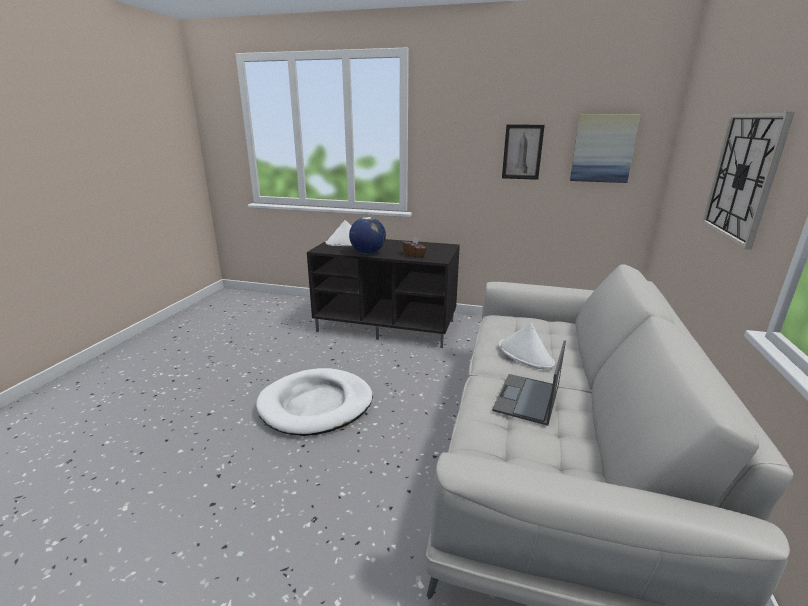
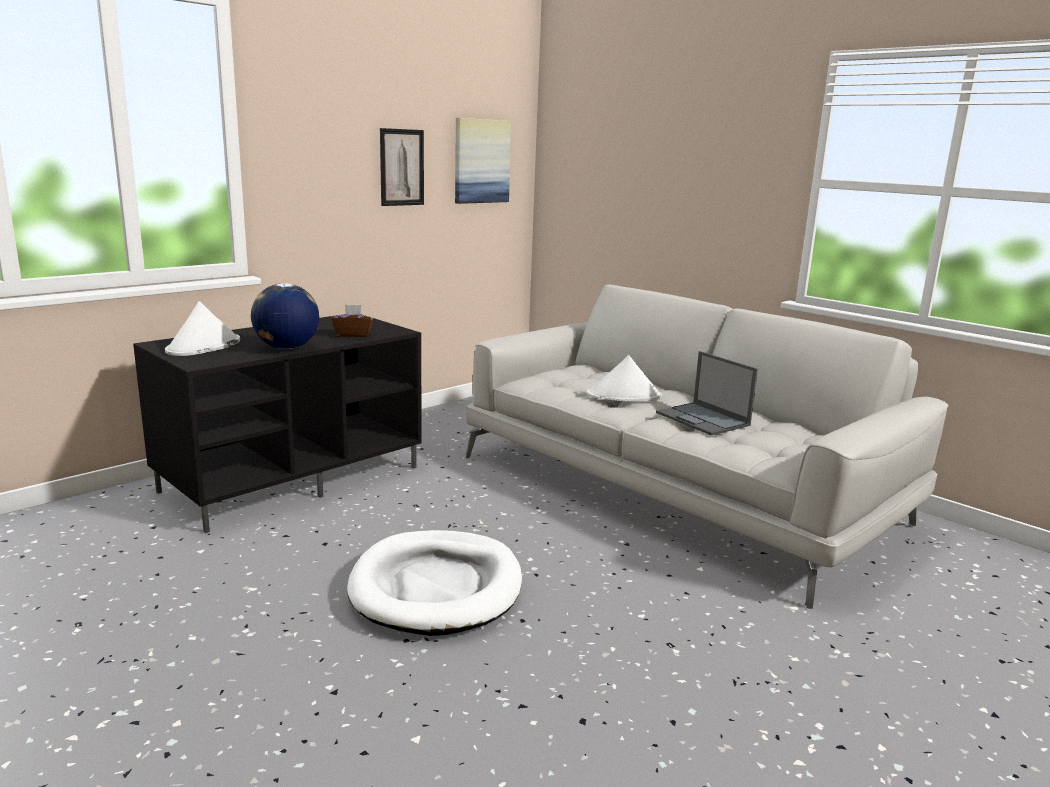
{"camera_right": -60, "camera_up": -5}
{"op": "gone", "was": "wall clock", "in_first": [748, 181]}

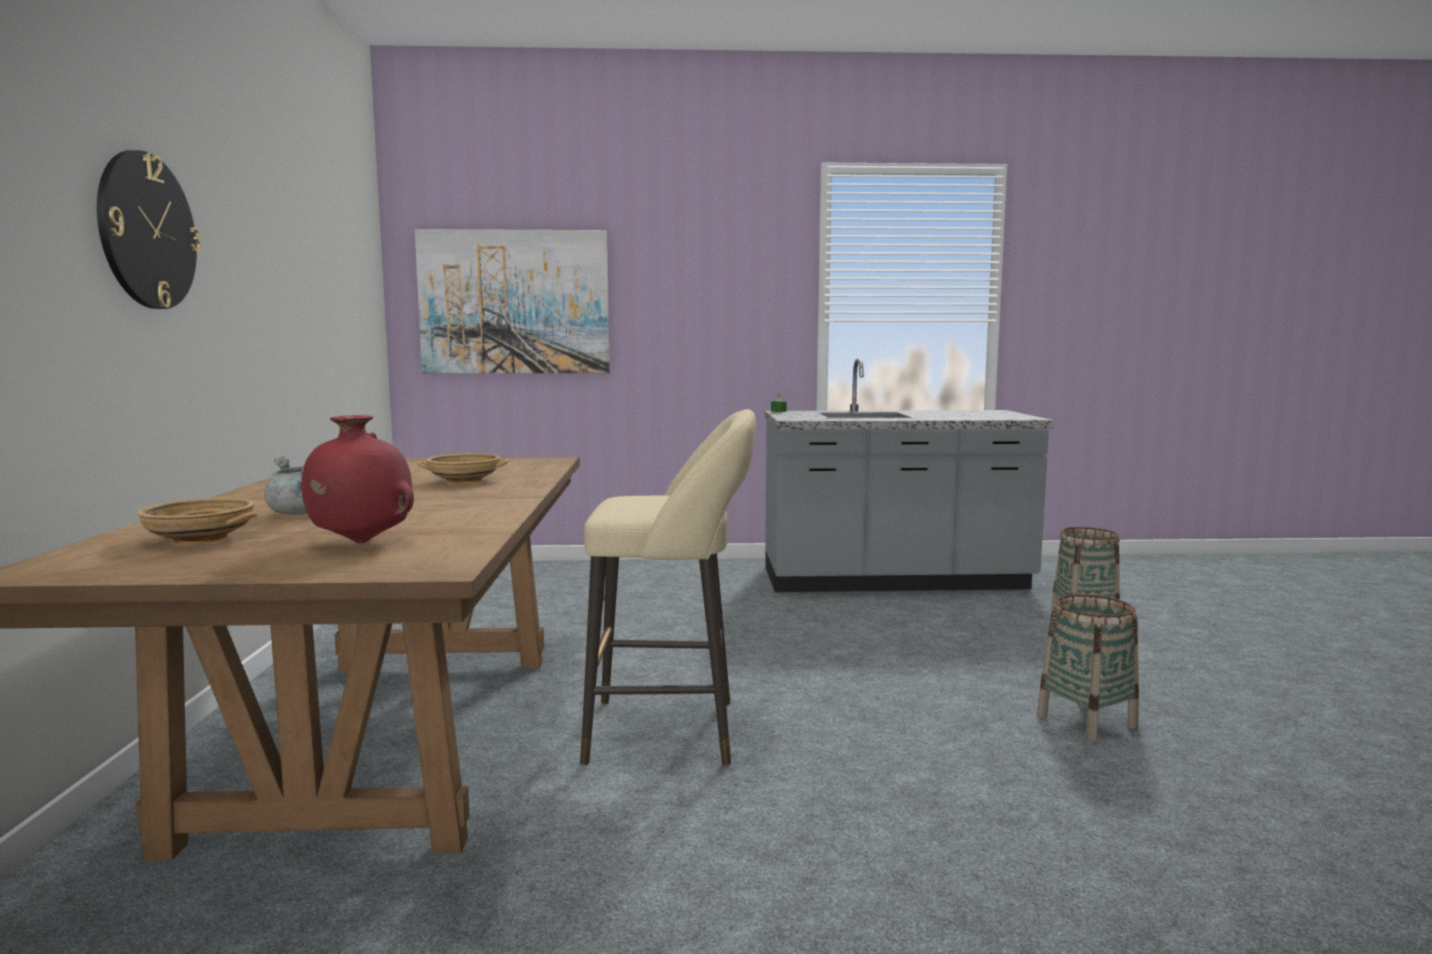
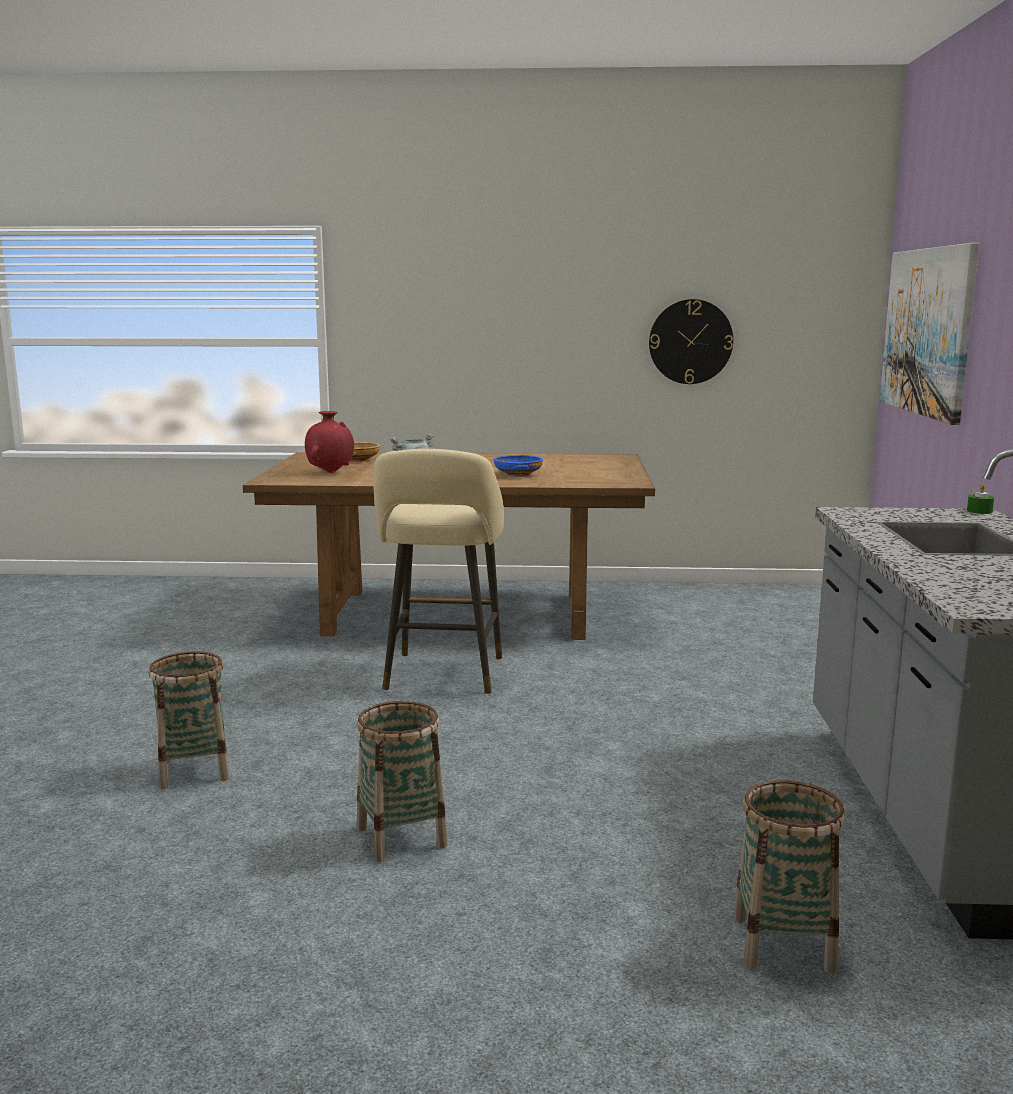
{"camera_right": 95, "camera_up": 5}
{"op": "shifted", "was": "wall clock", "in_first": [149, 229], "in_second": [691, 341]}
{"op": "repainted", "was": "bowl (beige)", "now": "bowl (blue)", "in_first": [463, 468], "in_second": [518, 466]}
{"op": "new", "now": "basket", "in_second": [188, 720]}

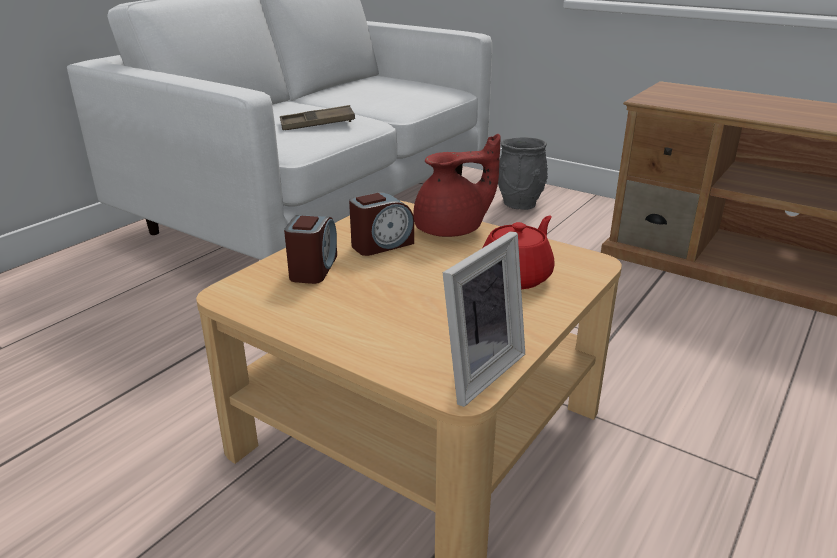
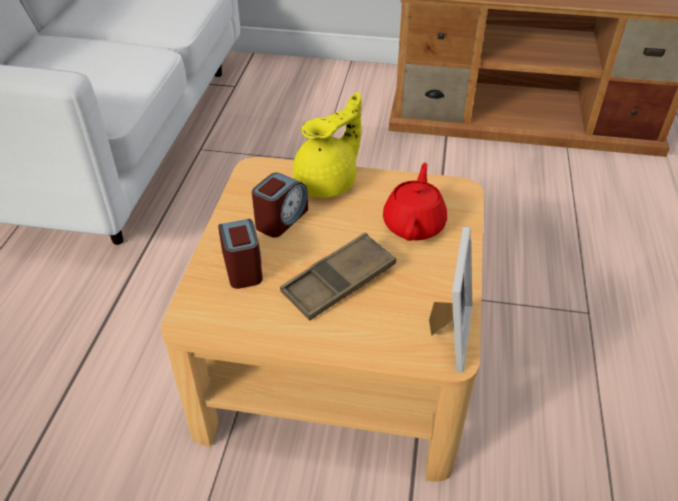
{"camera_right": -25, "camera_up": 15}
{"op": "shifted", "was": "tray (brown)", "in_first": [317, 117], "in_second": [338, 276]}
{"op": "repainted", "was": "teapot (red)", "now": "teapot (yellow)", "in_first": [457, 185], "in_second": [327, 145]}
{"op": "gone", "was": "vase (grey)", "in_first": [523, 173]}

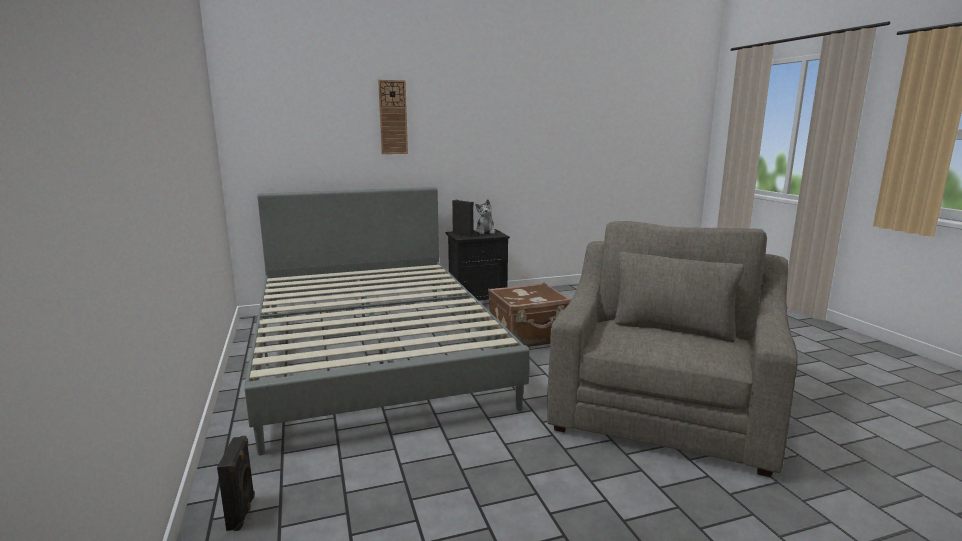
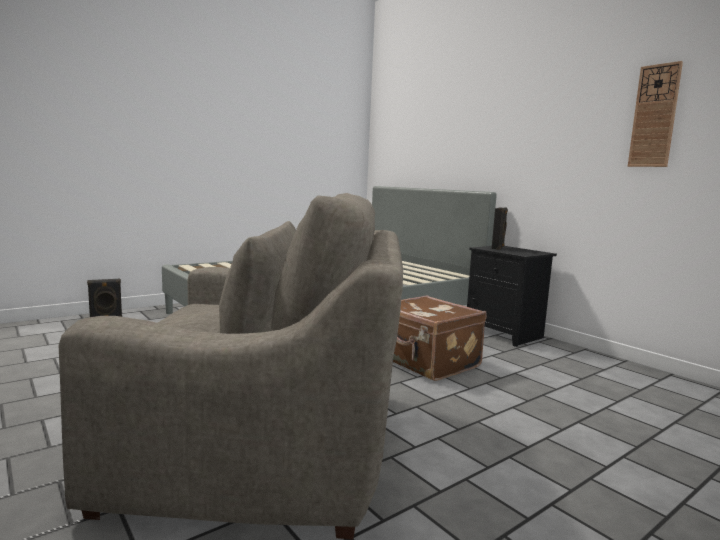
{"camera_right": 70, "camera_up": -5}
{"op": "shifted", "was": "wall clock", "in_first": [393, 117], "in_second": [655, 114]}
{"op": "gone", "was": "plush toy", "in_first": [485, 216]}

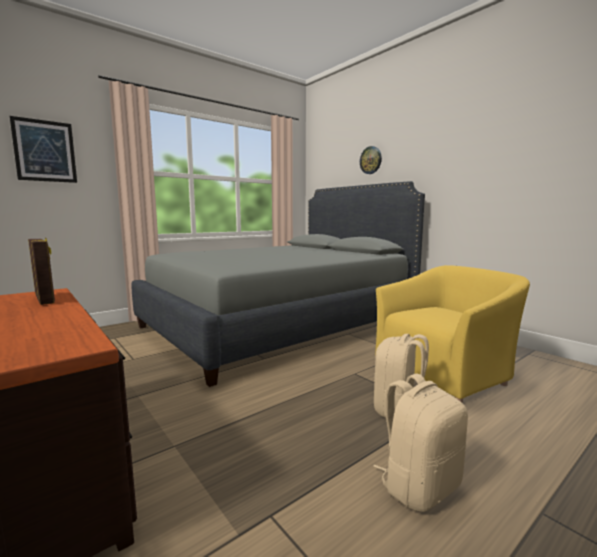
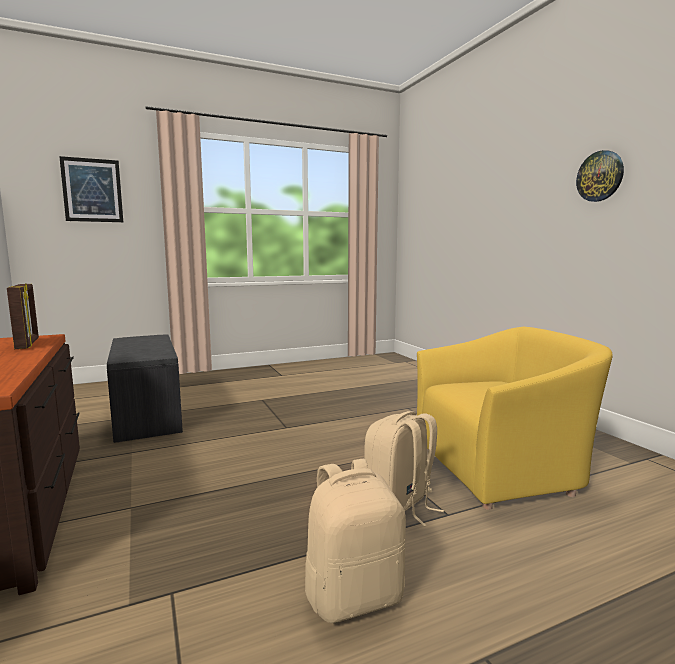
{"camera_right": 15, "camera_up": 0}
{"op": "shifted", "was": "wall clock", "in_first": [371, 160], "in_second": [600, 176]}
{"op": "gone", "was": "bed (grey)", "in_first": [278, 284]}
{"op": "new", "now": "bench (grey)", "in_second": [145, 388]}

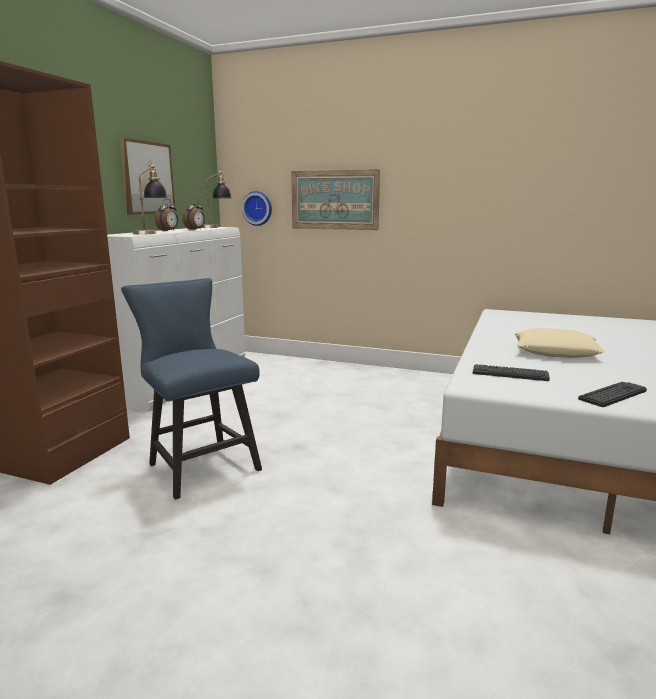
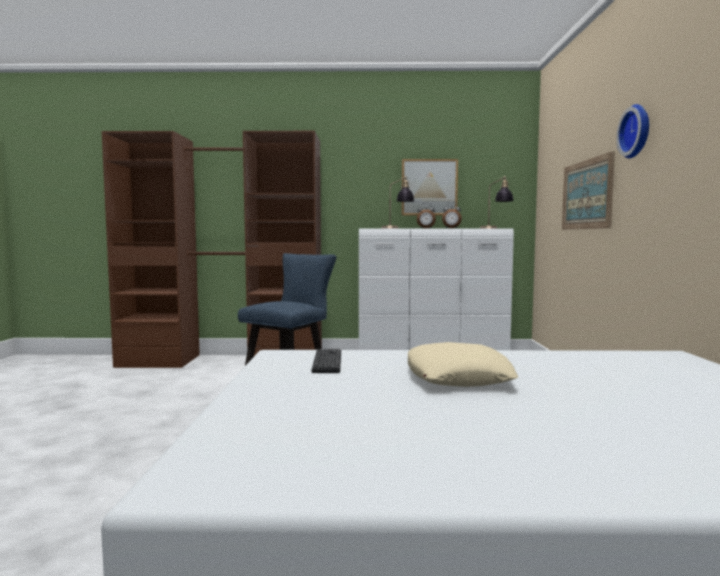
{"camera_right": 70, "camera_up": -10}
{"op": "shifted", "was": "wall clock", "in_first": [257, 208], "in_second": [632, 131]}
{"op": "gone", "was": "keyboard", "in_first": [612, 394]}

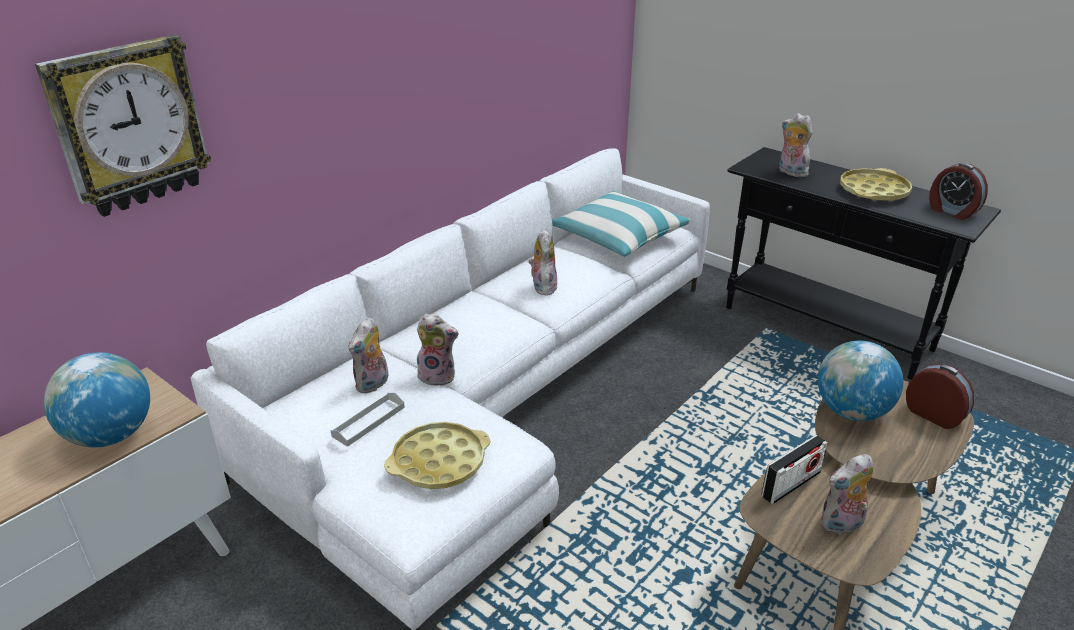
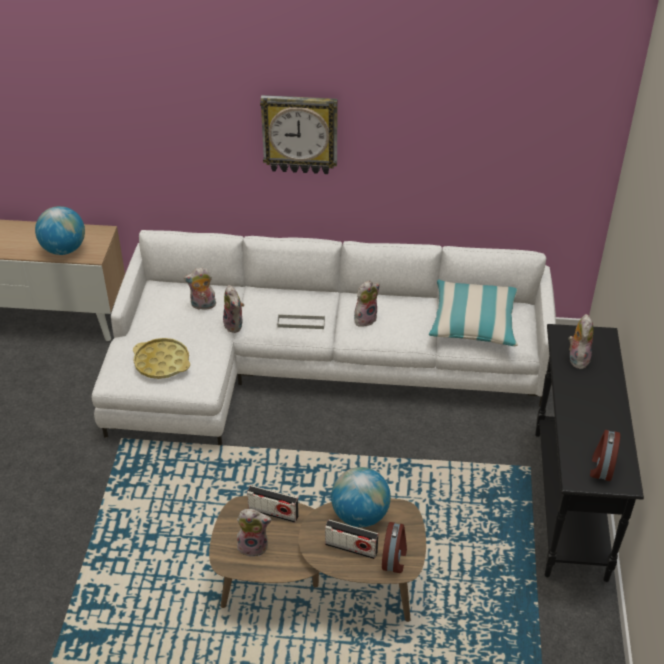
{"camera_right": 55, "camera_up": 10}
{"op": "shifted", "was": "wall clock", "in_first": [123, 125], "in_second": [298, 134]}
{"op": "gone", "was": "tray (yellow)", "in_first": [876, 184]}
{"op": "shifted", "was": "tray (grey)", "in_first": [367, 420], "in_second": [301, 322]}
{"op": "rotated", "was": "plush toy", "in_first": [846, 494], "in_second": [254, 533], "clockwise": 150}
{"op": "new", "now": "radio", "in_second": [351, 539]}

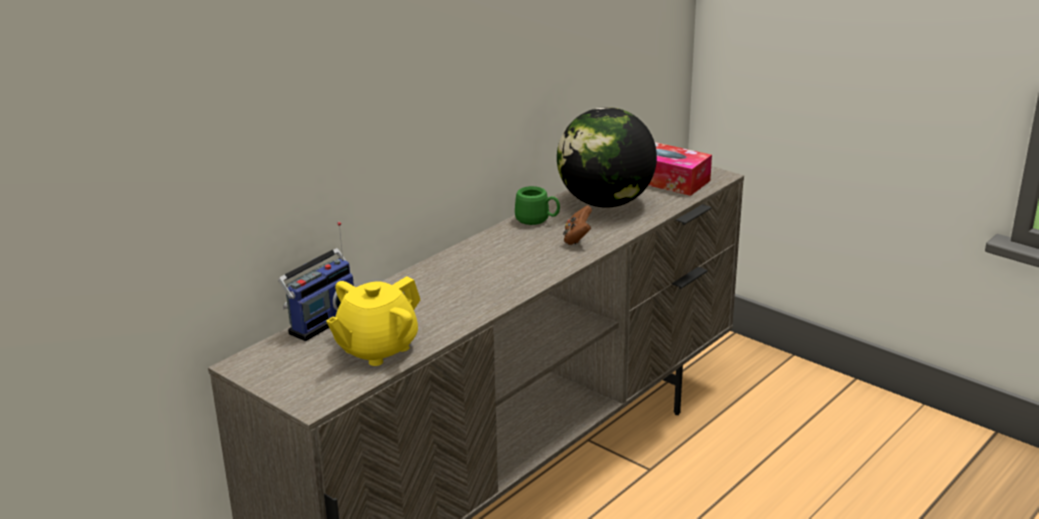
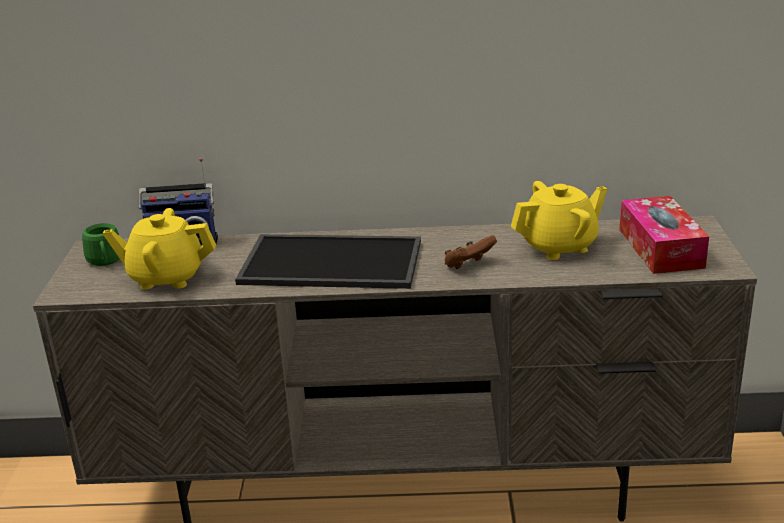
{"camera_right": 50, "camera_up": 0}
{"op": "swapped", "was": "globe", "now": "teapot (yellow)", "in_first": [607, 157], "in_second": [559, 220]}
{"op": "shifted", "was": "mug (green)", "in_first": [537, 205], "in_second": [101, 244]}
{"op": "new", "now": "tray", "in_second": [328, 261]}

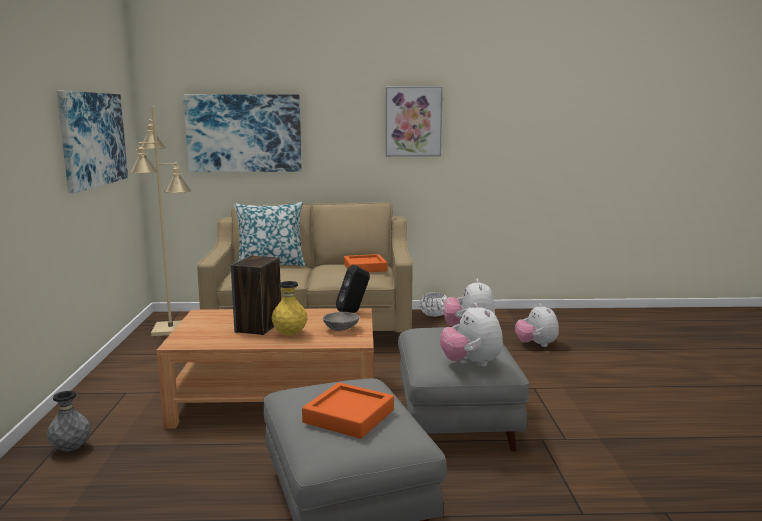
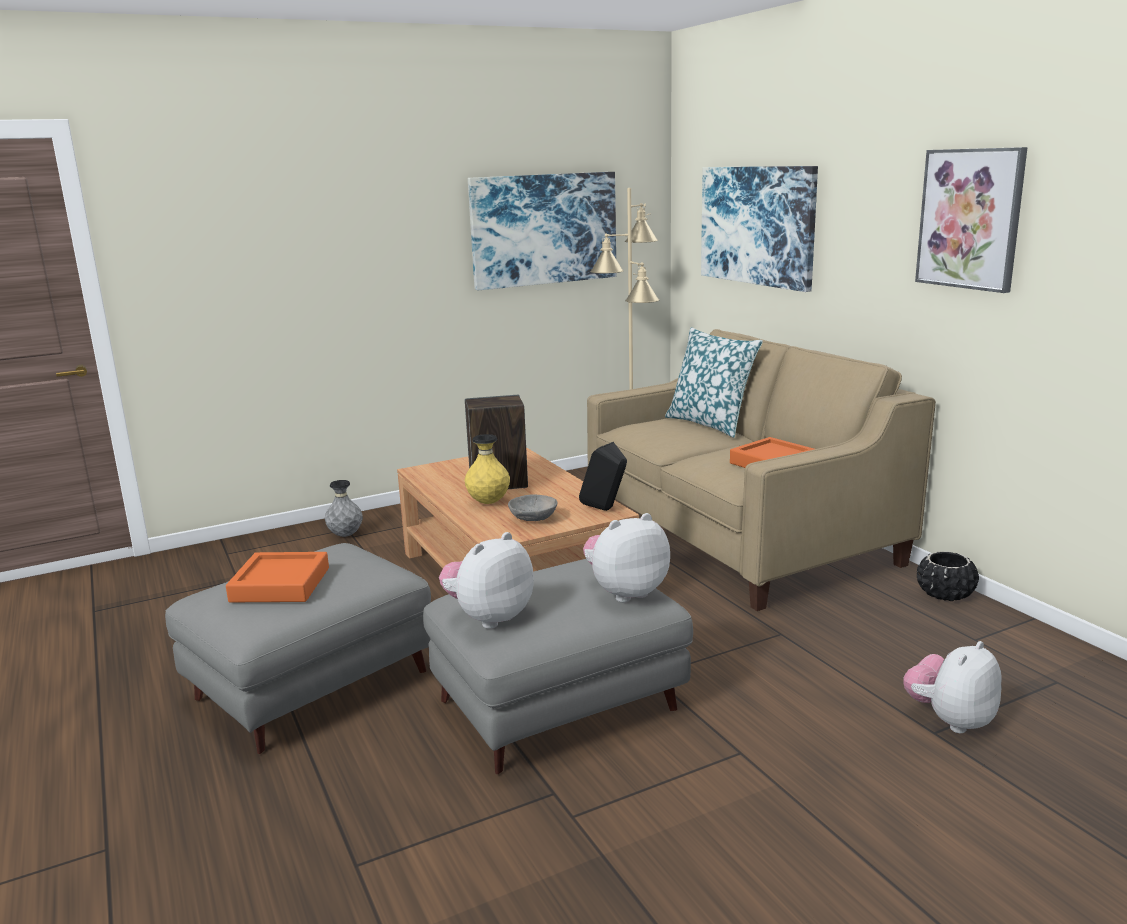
{"camera_right": 65, "camera_up": 5}
{"op": "repainted", "was": "planter (white)", "now": "planter (black)", "in_first": [433, 304], "in_second": [948, 576]}

